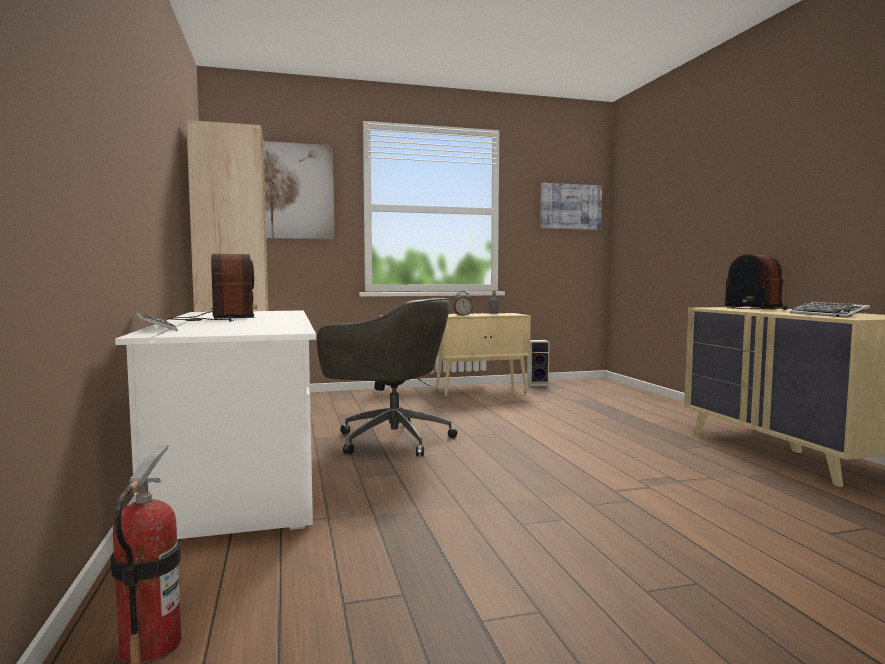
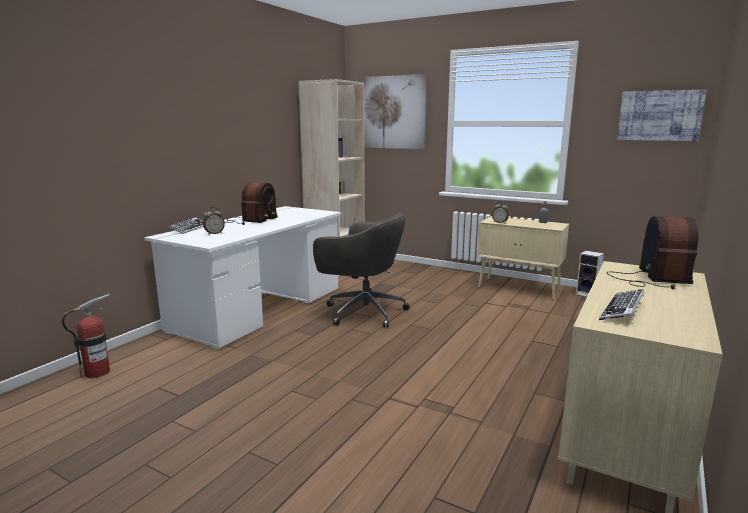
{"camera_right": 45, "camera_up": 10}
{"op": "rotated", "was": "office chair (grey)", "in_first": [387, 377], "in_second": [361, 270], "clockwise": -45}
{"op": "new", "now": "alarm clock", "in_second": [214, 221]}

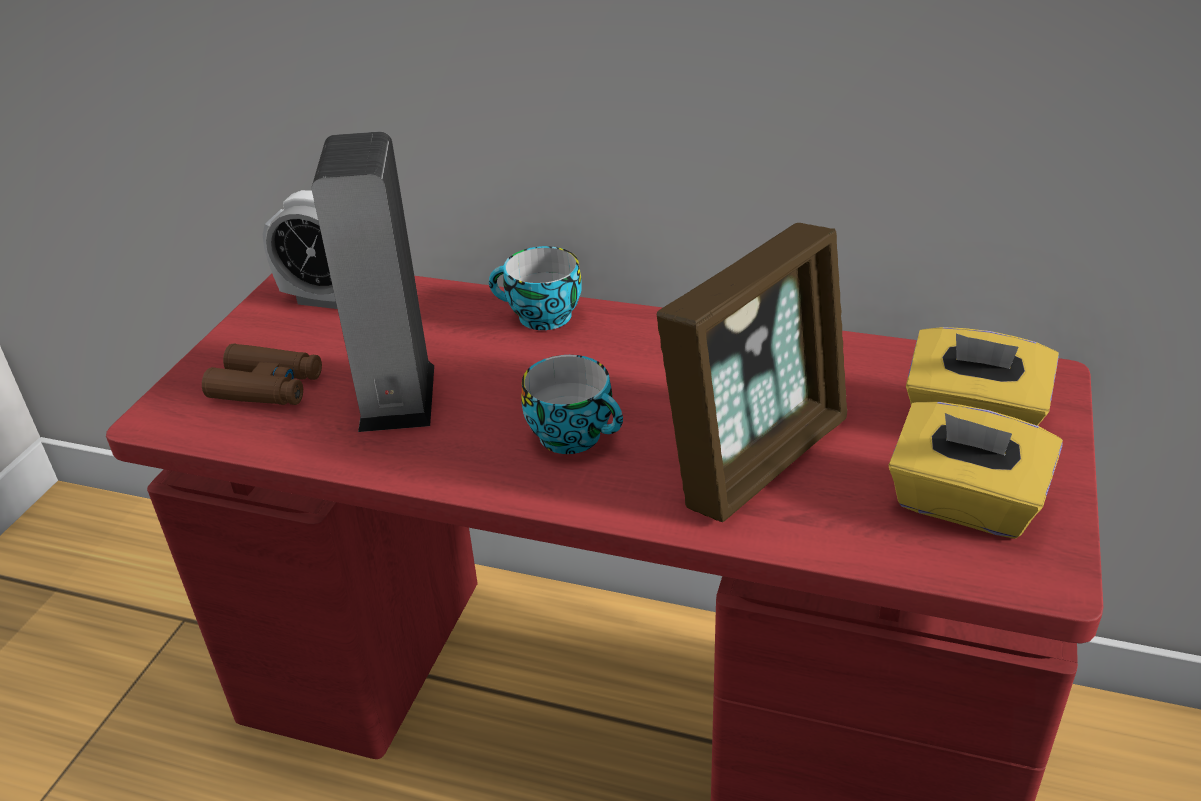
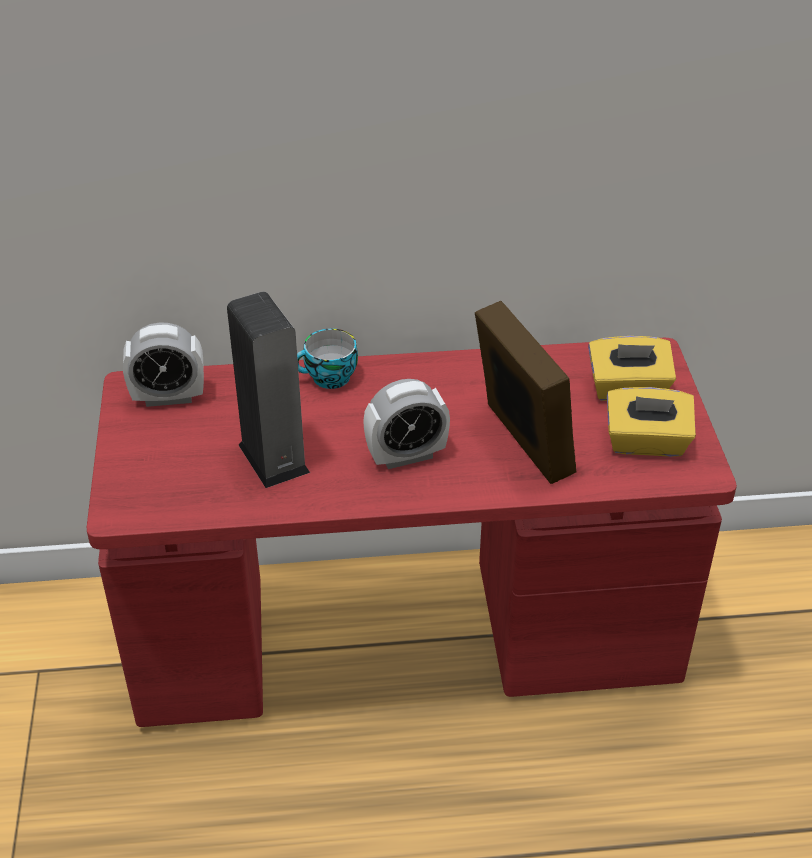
{"camera_right": -25, "camera_up": 5}
{"op": "rotated", "was": "picture frame", "in_first": [752, 372], "in_second": [526, 392], "clockwise": -45}
{"op": "gone", "was": "binoculars (brown)", "in_first": [262, 374]}
{"op": "swapped", "was": "cup", "now": "alarm clock", "in_first": [572, 404], "in_second": [406, 424]}

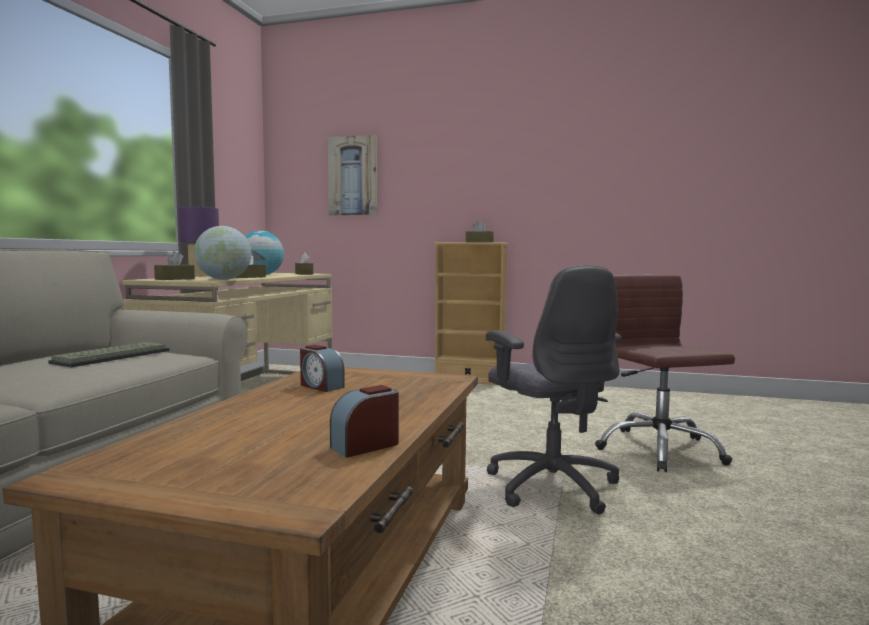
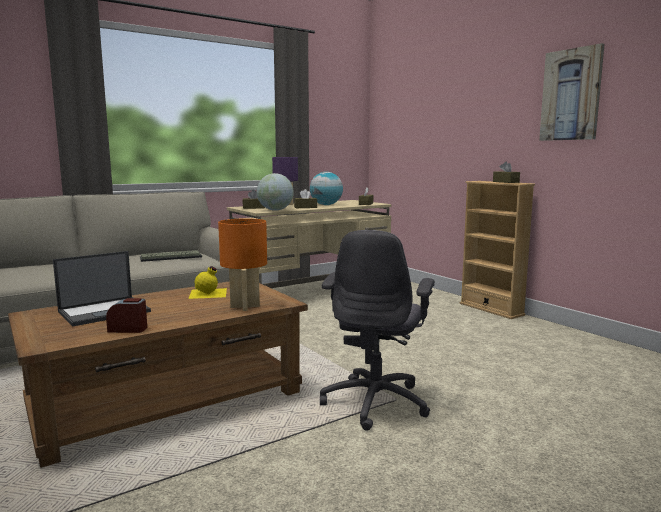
{"camera_right": 40, "camera_up": 5}
{"op": "shifted", "was": "picture", "in_first": [352, 175], "in_second": [572, 92]}
{"op": "gone", "was": "office chair (brown)", "in_first": [665, 373]}
{"op": "swapped", "was": "alarm clock", "now": "bottle (yellow)", "in_first": [322, 368], "in_second": [207, 282]}
{"op": "new", "now": "table lamp (orange)", "in_second": [242, 264]}
{"op": "new", "now": "laptop", "in_second": [102, 288]}

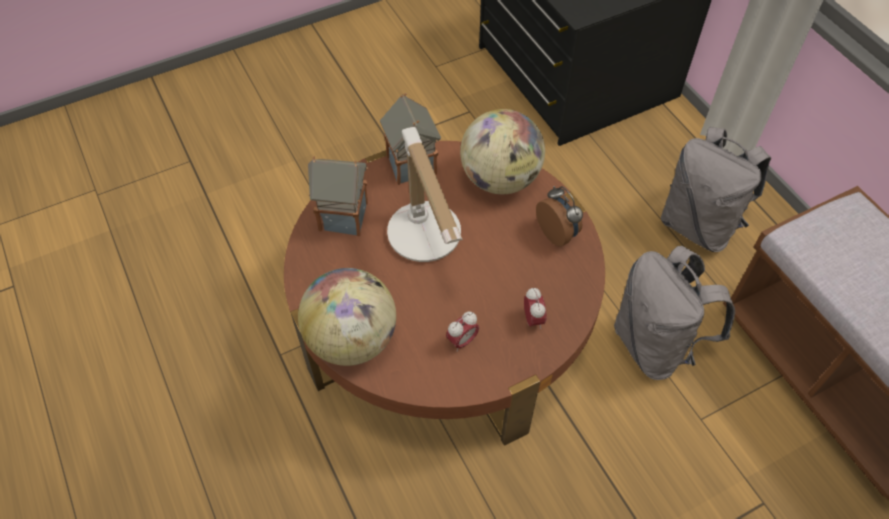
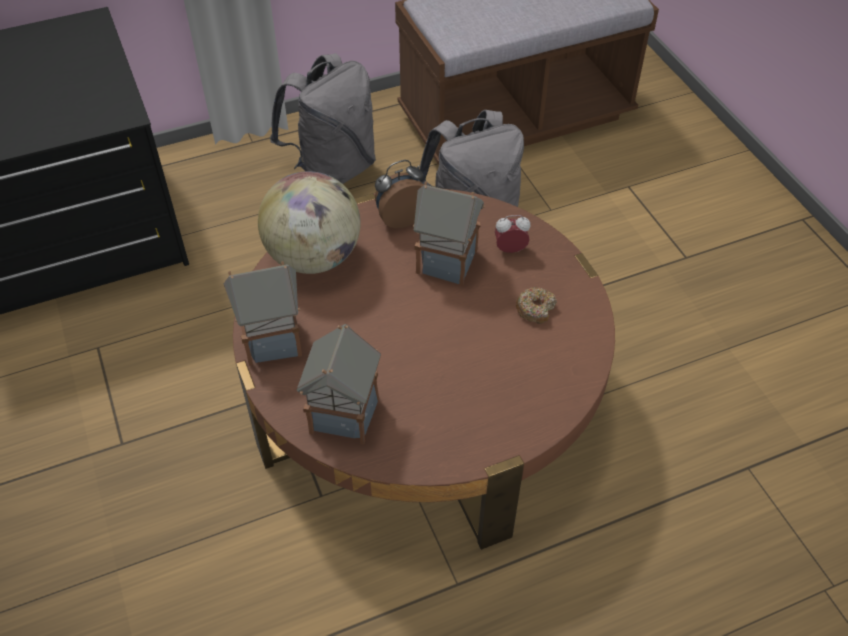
{"camera_right": -85, "camera_up": -5}
{"op": "gone", "was": "table lamp", "in_first": [425, 194]}
{"op": "gone", "was": "globe", "in_first": [347, 317]}
{"op": "swapped", "was": "alarm clock", "now": "donut", "in_first": [462, 331], "in_second": [536, 305]}
{"op": "new", "now": "toy house", "in_second": [449, 233]}

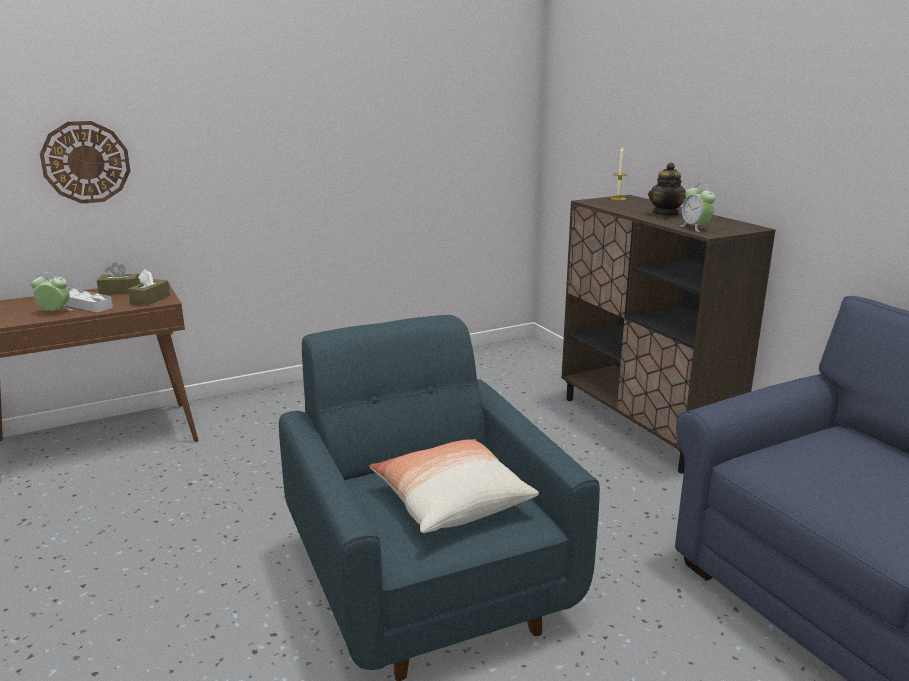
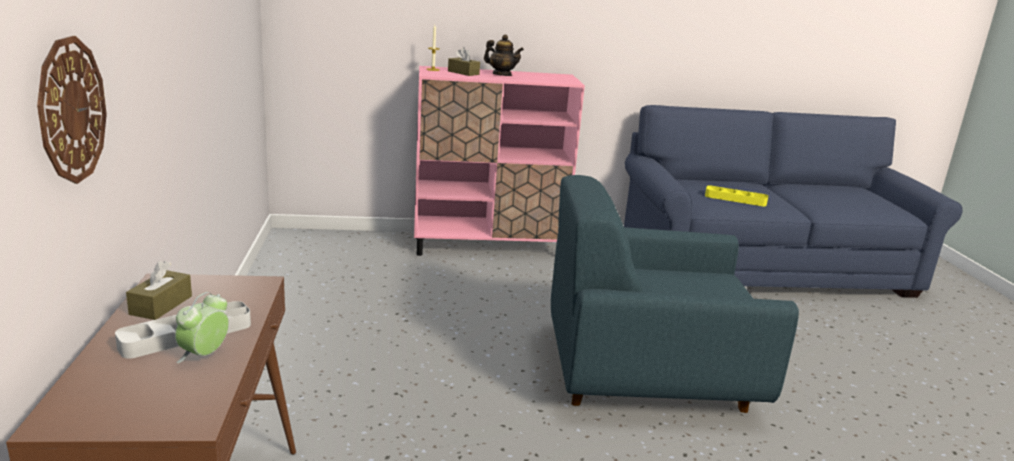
{"camera_right": -70, "camera_up": 0}
{"op": "gone", "was": "alarm clock", "in_first": [697, 207]}
{"op": "repainted", "was": "cabinet (brown)", "now": "cabinet (pink)", "in_first": [669, 334], "in_second": [499, 161]}
{"op": "shifted", "was": "tissue box (brown)", "in_first": [149, 287], "in_second": [464, 61]}
{"op": "gone", "was": "pillow", "in_first": [454, 486]}
{"op": "new", "now": "tray (yellow)", "in_second": [736, 195]}

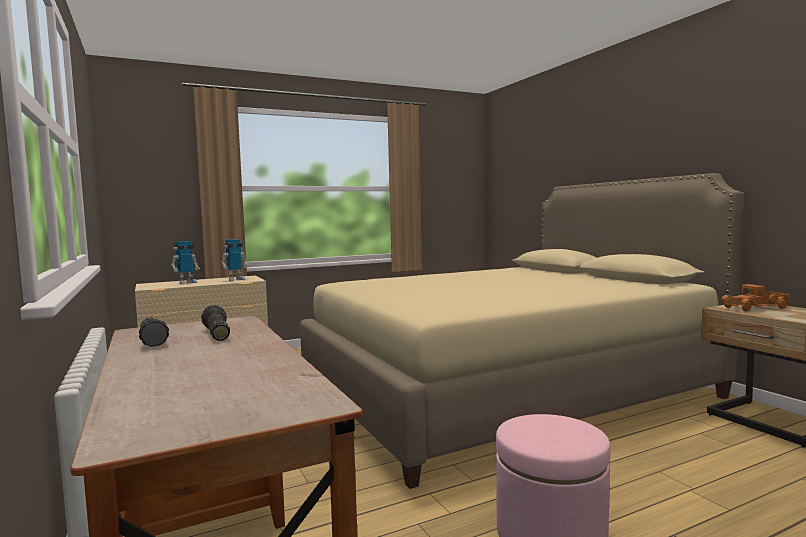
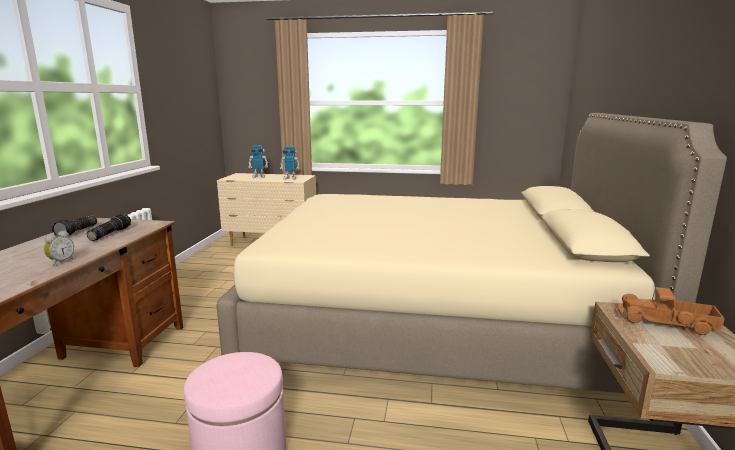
{"camera_right": 35, "camera_up": 10}
{"op": "new", "now": "alarm clock", "in_second": [59, 248]}

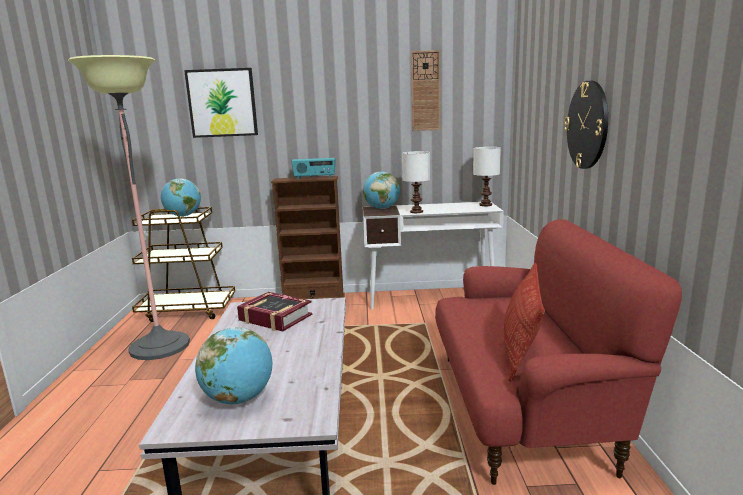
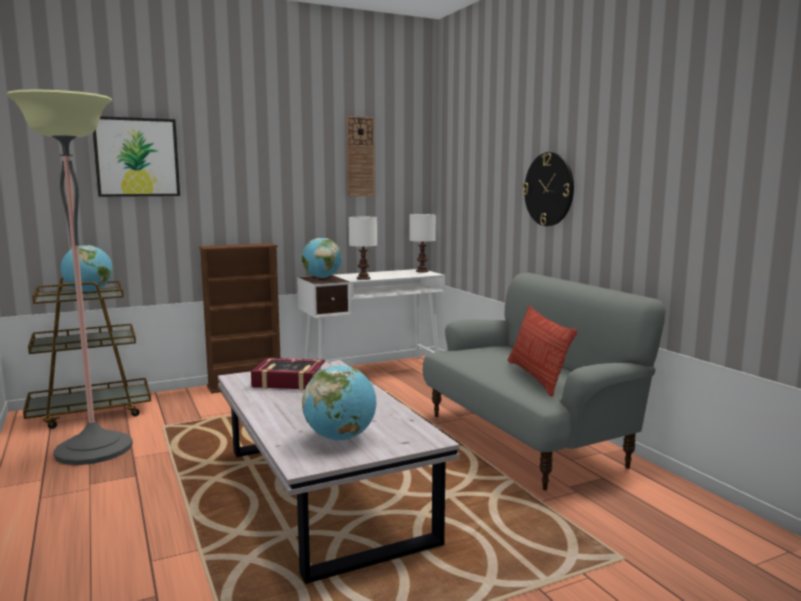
{"camera_right": -25, "camera_up": -5}
{"op": "gone", "was": "radio", "in_first": [313, 168]}
{"op": "repainted", "was": "sofa (red)", "now": "sofa (grey)", "in_first": [558, 352], "in_second": [544, 382]}

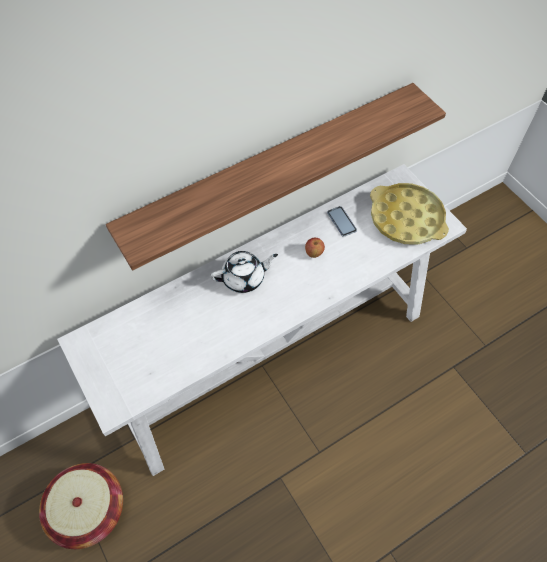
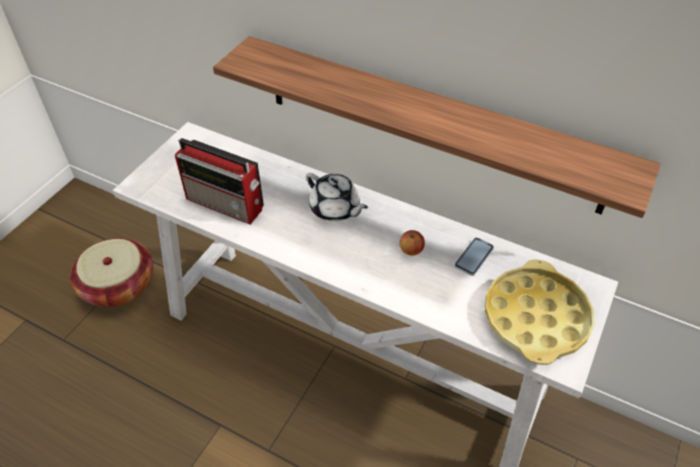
{"camera_right": 60, "camera_up": -10}
{"op": "new", "now": "radio", "in_second": [219, 181]}

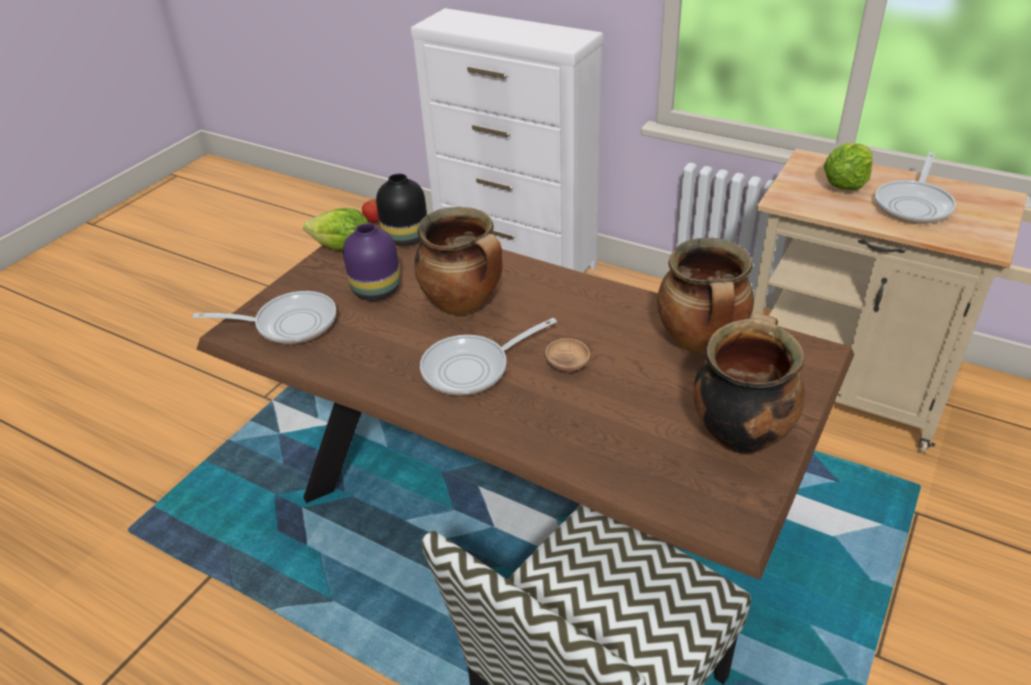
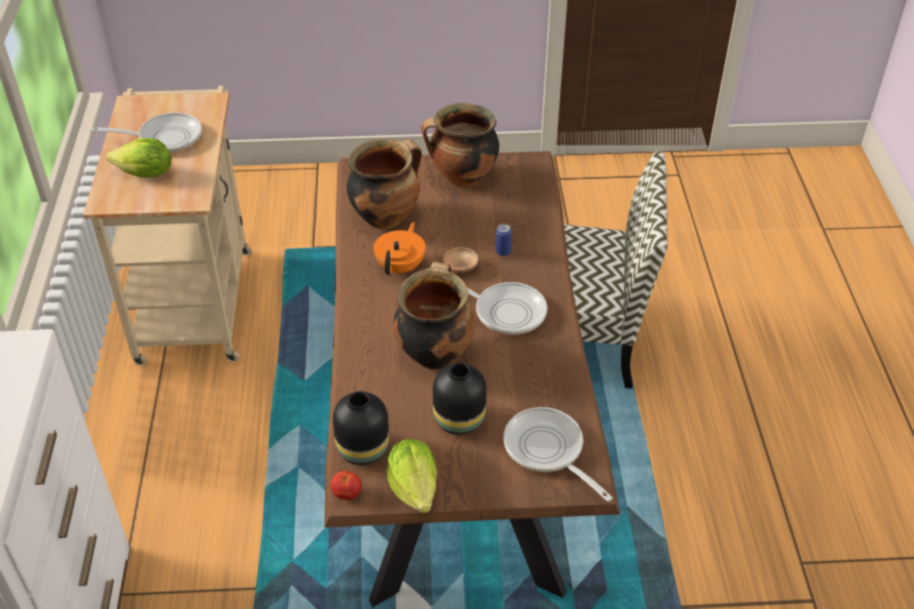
{"camera_right": -125, "camera_up": 5}
{"op": "repainted", "was": "vase (purple)", "now": "vase (black)", "in_first": [371, 262], "in_second": [460, 399]}
{"op": "new", "now": "teapot (orange)", "in_second": [400, 248]}
{"op": "new", "now": "can", "in_second": [504, 240]}

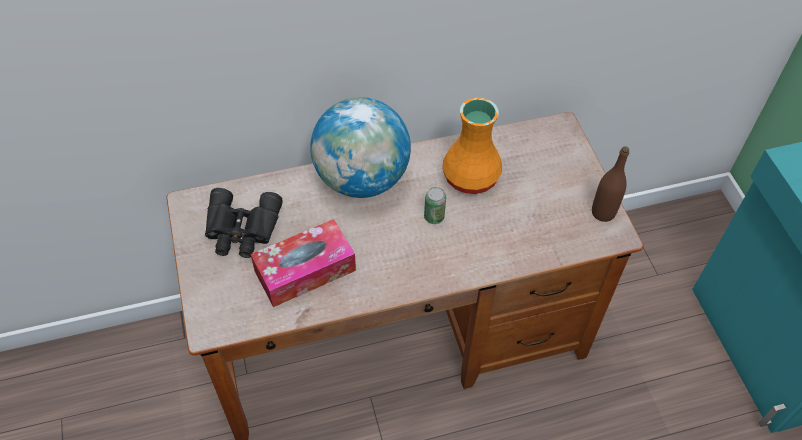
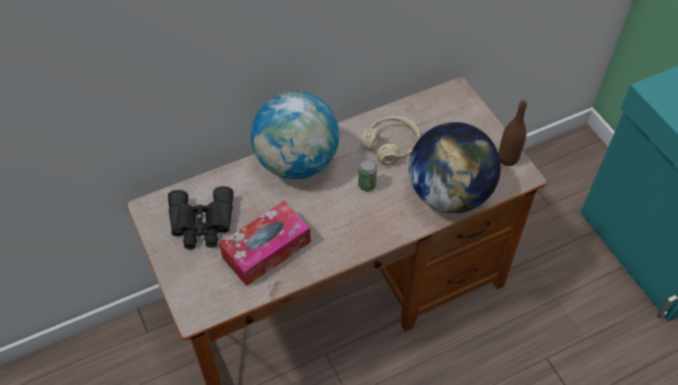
{"camera_right": -10, "camera_up": 0}
{"op": "swapped", "was": "vase (orange)", "now": "headphones (beige)", "in_first": [472, 145], "in_second": [390, 141]}
{"op": "new", "now": "globe", "in_second": [455, 167]}

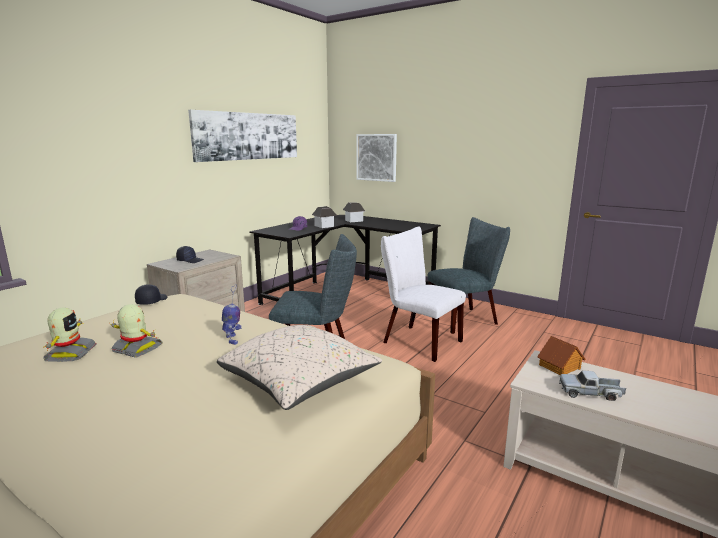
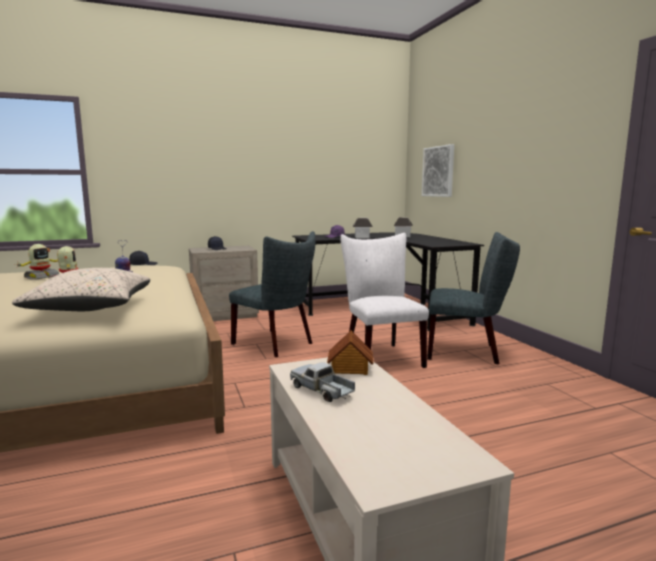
{"camera_right": 35, "camera_up": -5}
{"op": "gone", "was": "picture", "in_first": [242, 136]}

